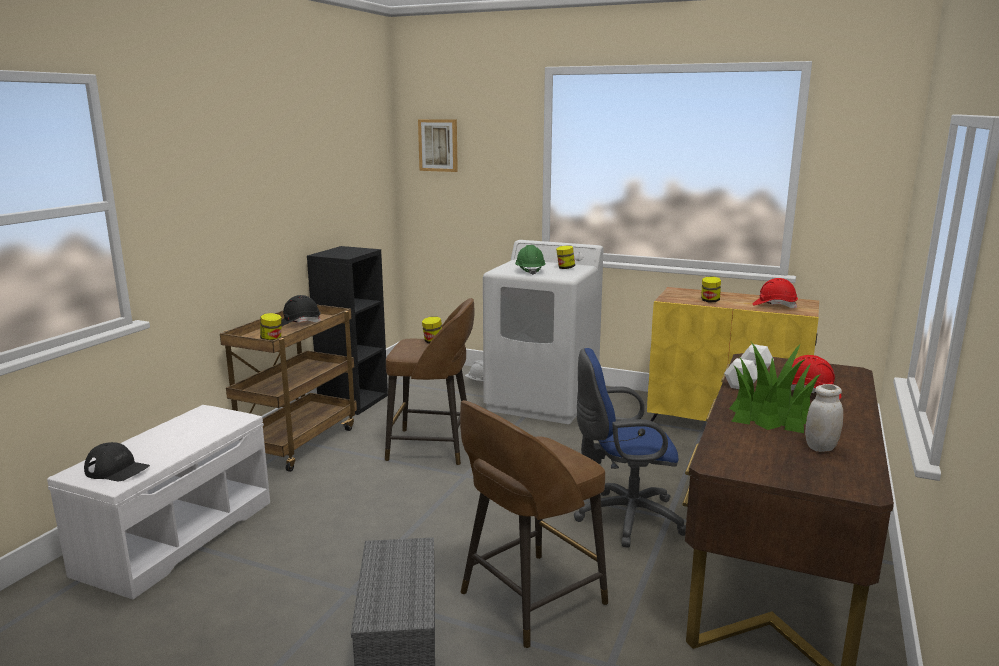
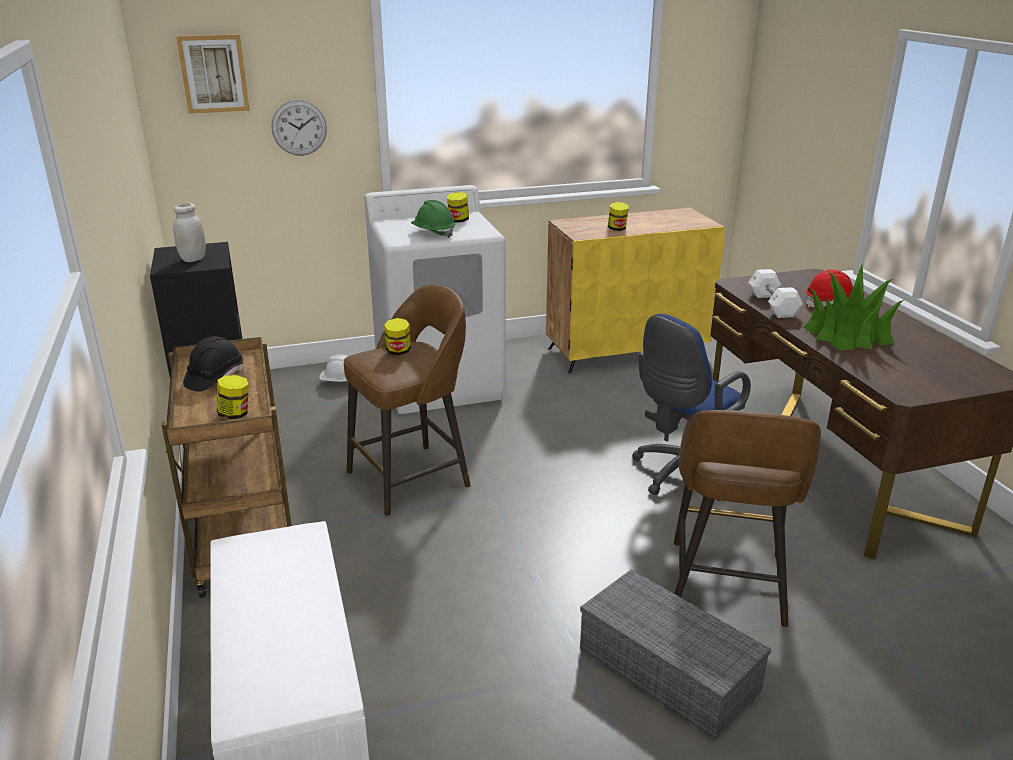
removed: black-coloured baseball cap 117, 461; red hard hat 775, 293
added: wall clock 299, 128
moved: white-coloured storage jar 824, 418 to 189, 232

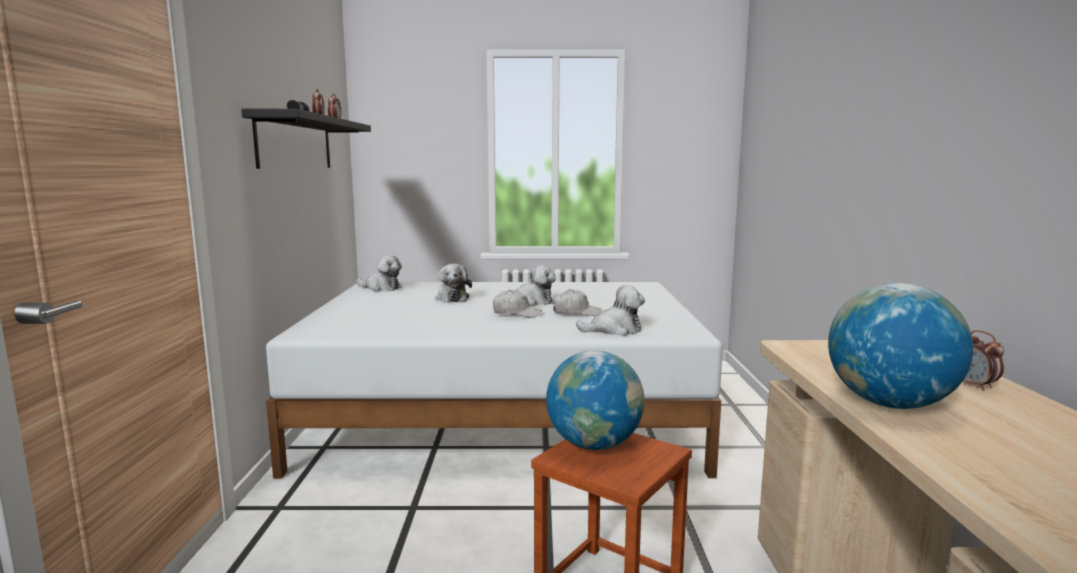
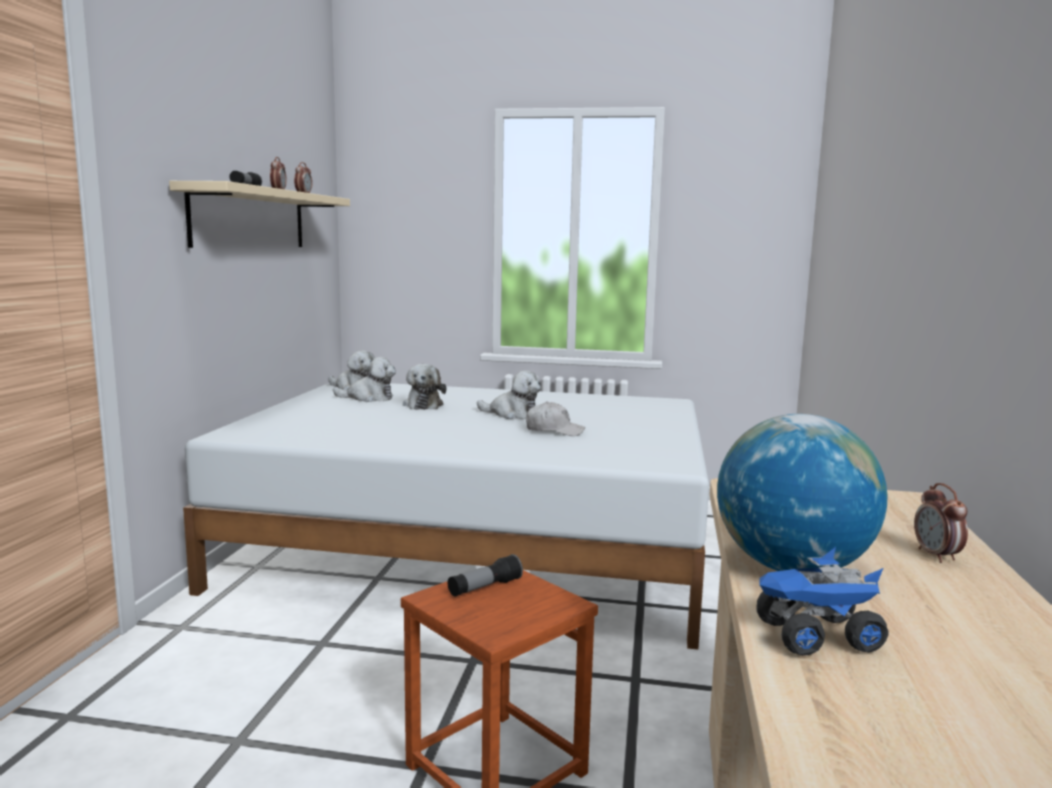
removed: white-coloured baseball cap 517, 304
added: toy lorry 822, 601
moved: plush toy 610, 310 to 364, 379
replaced: world globe 595, 400 to hand torch 485, 575
recoloured: black-coloured bracket shelf 306, 139 to beige bracket shelf 259, 214

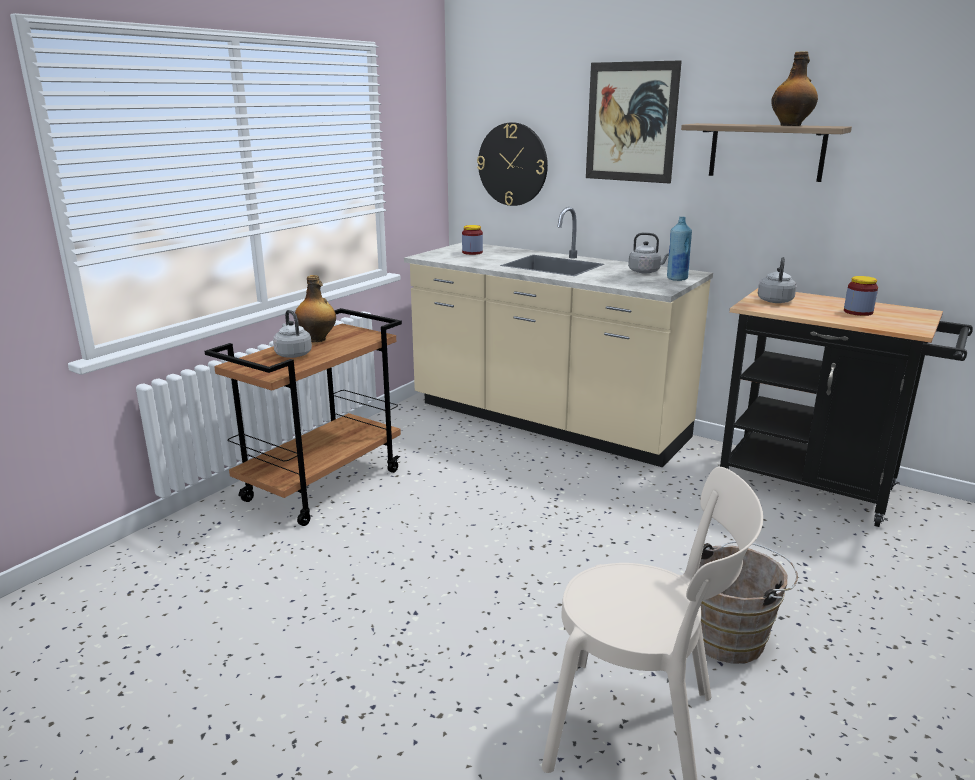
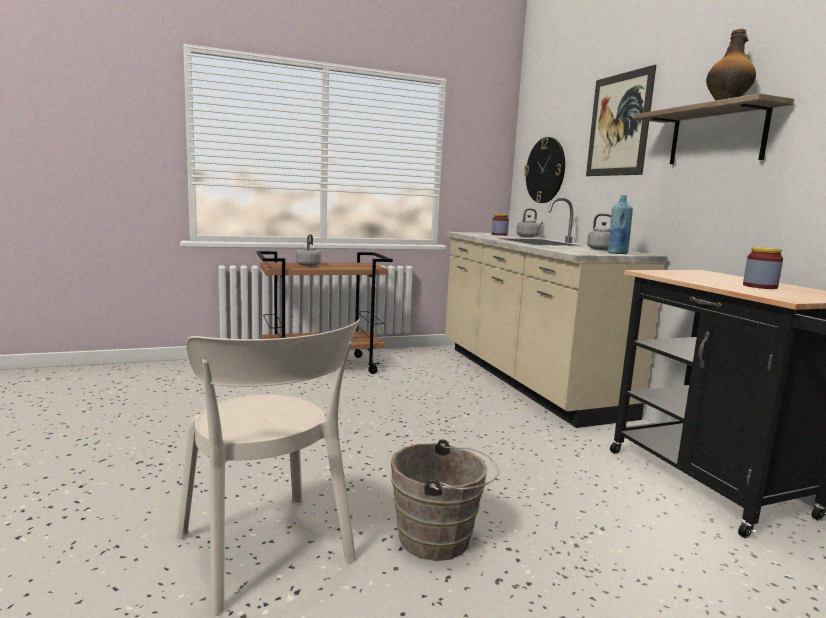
removed: drink bottle 315, 308
moved: gray water kettle 777, 280 to 529, 222

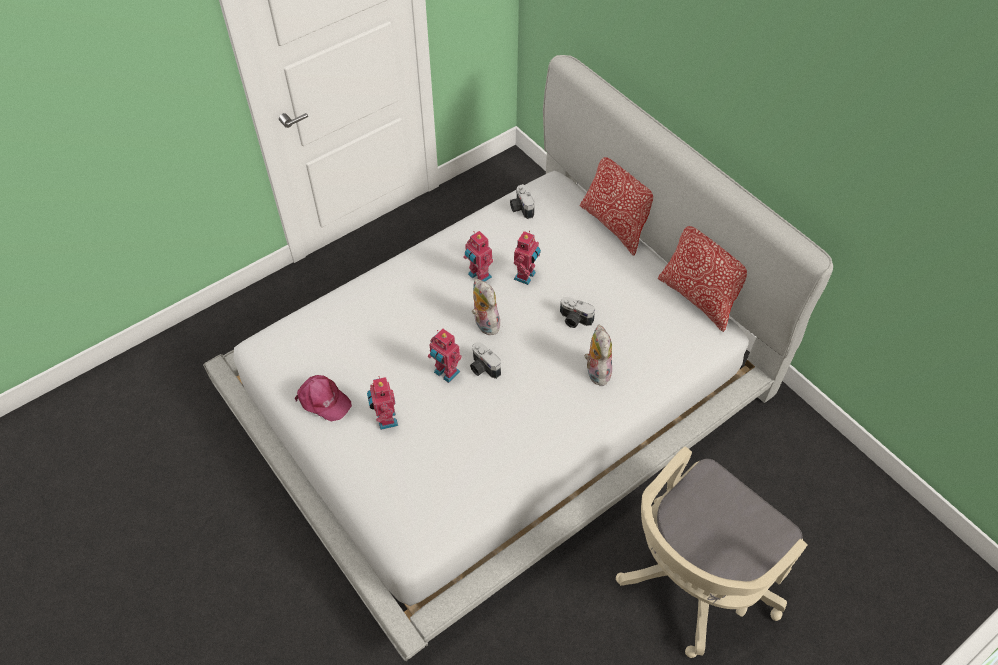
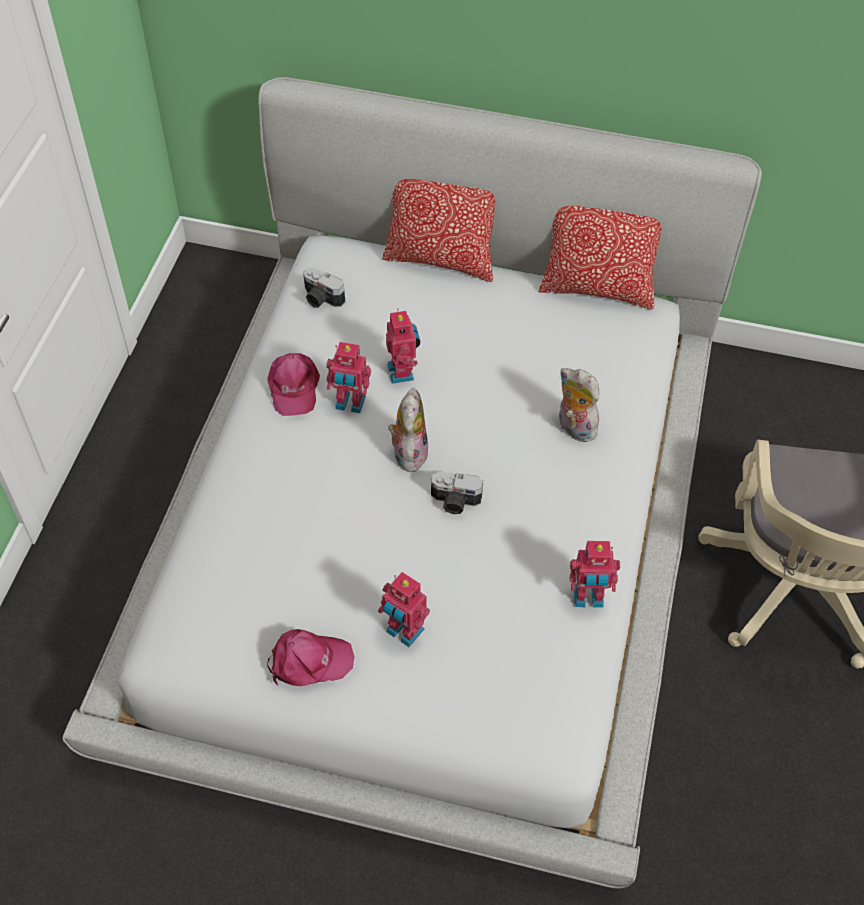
removed: photo camera 577, 312
added: pinkish baseball cap 294, 384
moved: toy robot 445, 355 to 595, 574
turned: plush toy 487, 307 = 408, 430 75 degrees clockwise

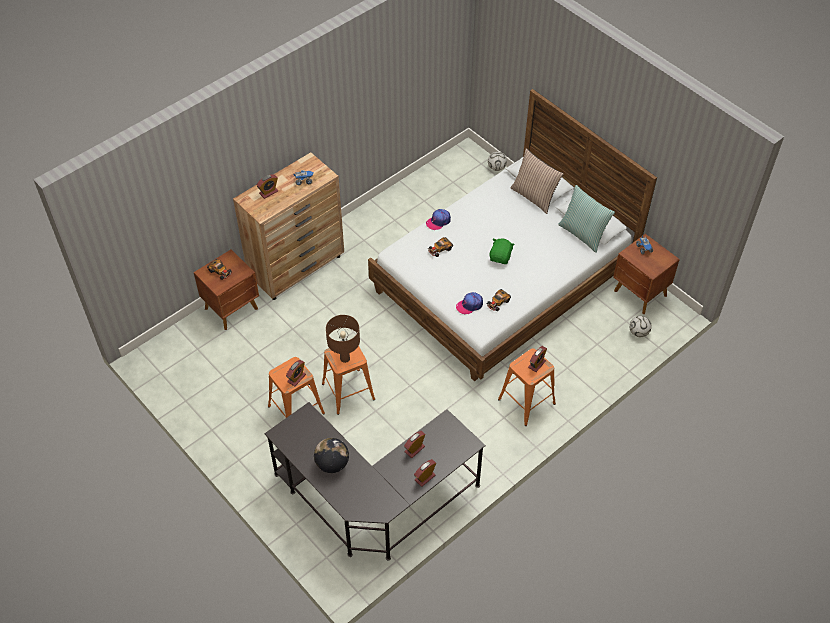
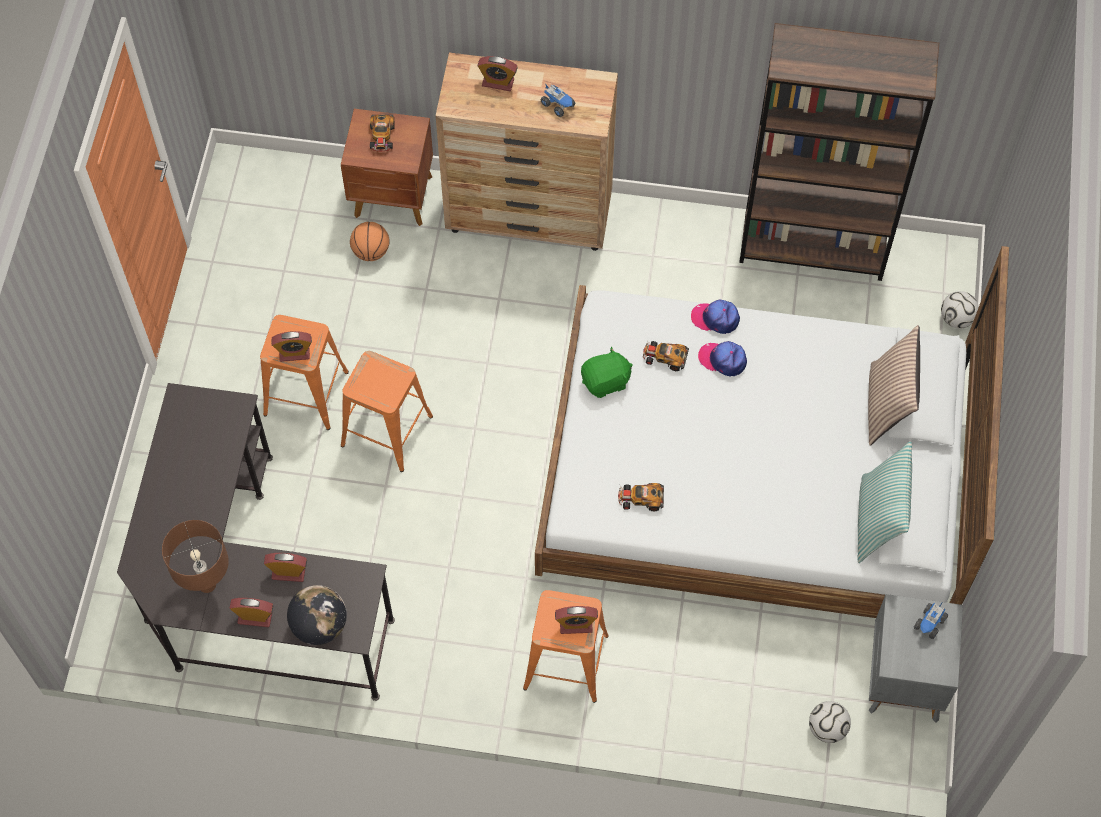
added: basketball 370, 241; brownish bookshelf 839, 152
moved: world globe 331, 455 to 317, 615; brownish lamp for a table 343, 339 to 195, 556; baseball cap 469, 303 to 722, 358; green-coloured plush toy 502, 251 to 607, 372
recoloured: brownish bedside table 646, 274 to gray bedside table 916, 658

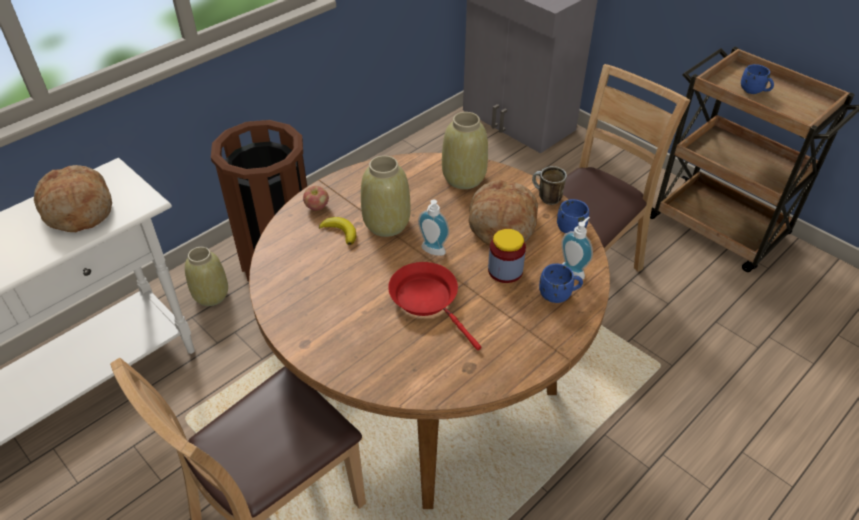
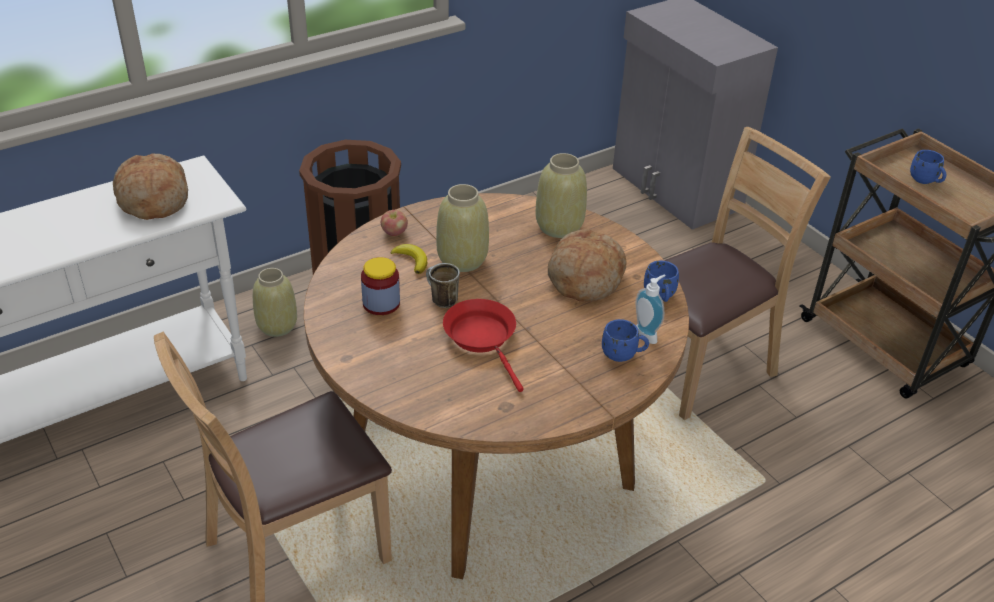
removed: soap dispenser 433, 227
moved: storage jar 507, 256 to 380, 286; mug 549, 185 to 443, 285

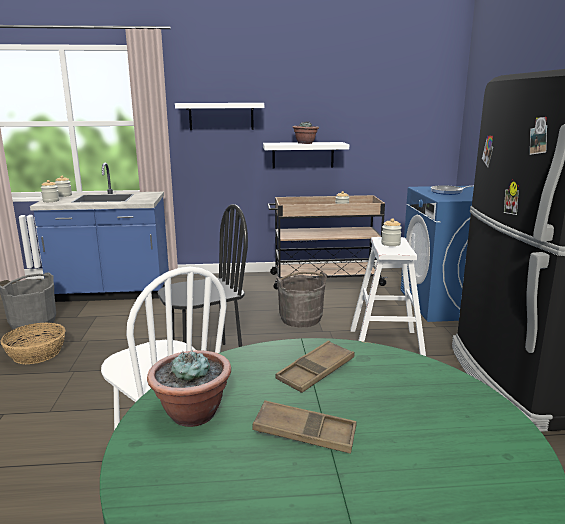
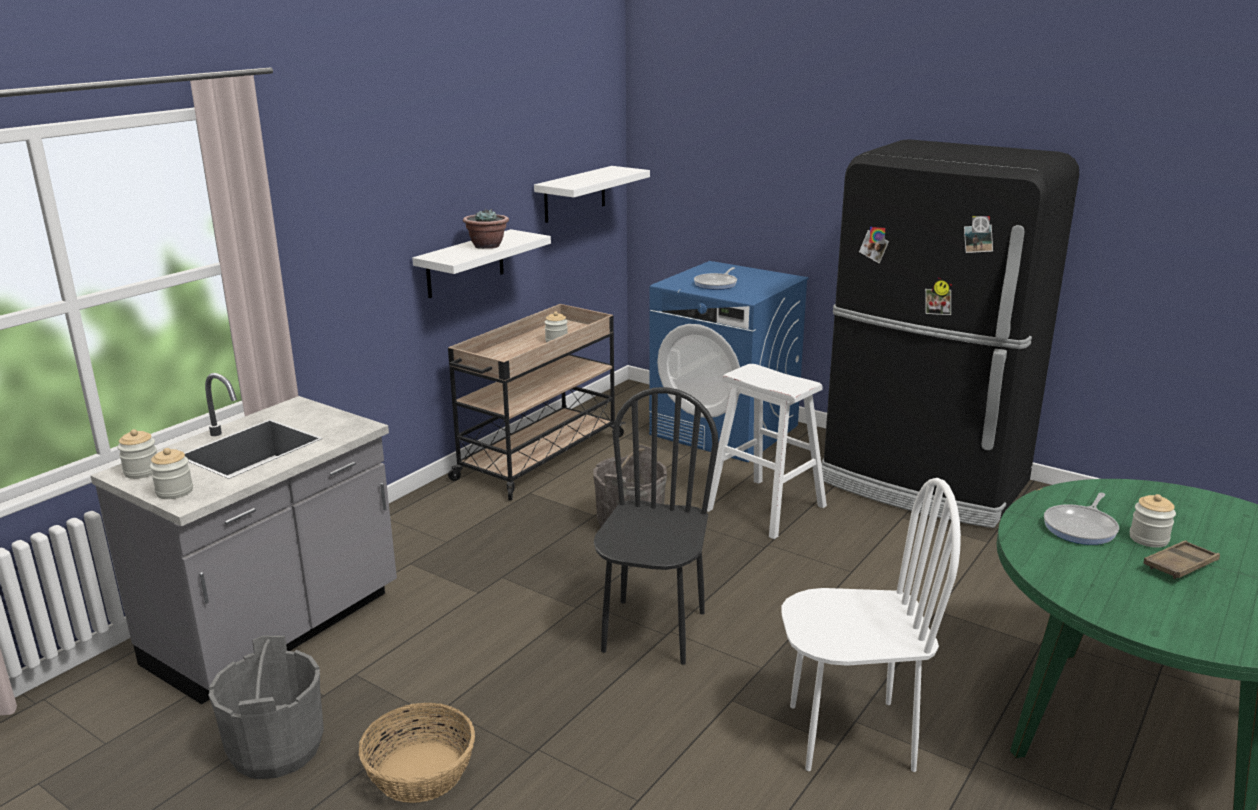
removed: potted plant 189, 388
moved: white-coloured bracket shelf 219, 116 to 592, 194; storage jar 391, 232 to 1153, 521
replaced: brownish tray 314, 366 to skillet 1081, 519
recoloured: blue-coloured kitchen counter 99, 232 to gray kitchen counter 243, 538

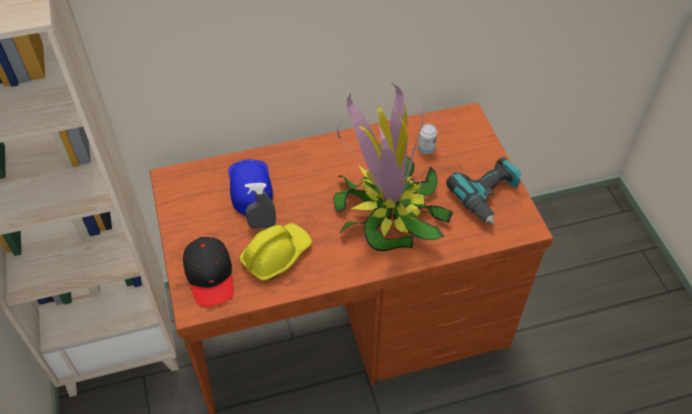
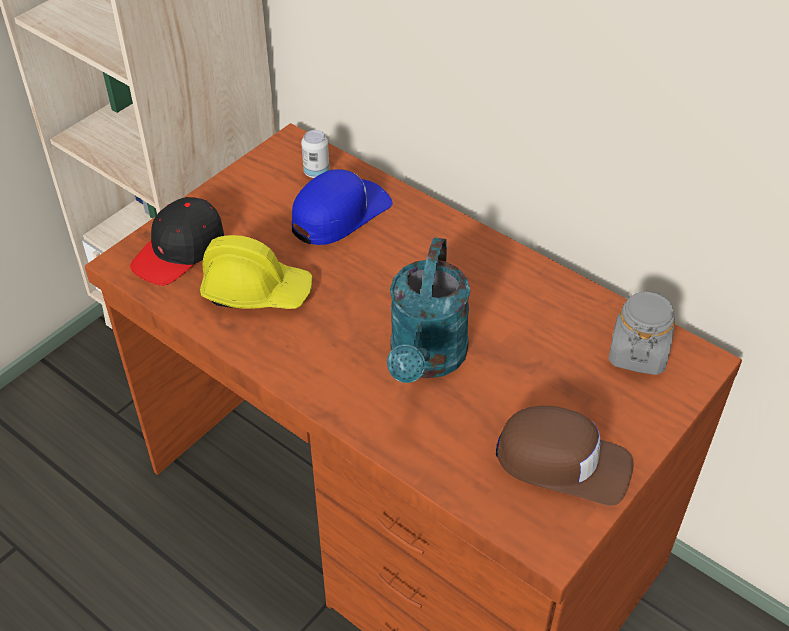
removed: gray spray bottle 260, 206
added: gray storage jar 641, 332
moved: sealed can 427, 139 to 315, 154
replaced: potted plant 393, 167 to blue-green watering can 429, 310; power drill 483, 191 to brownish baseball cap 564, 456

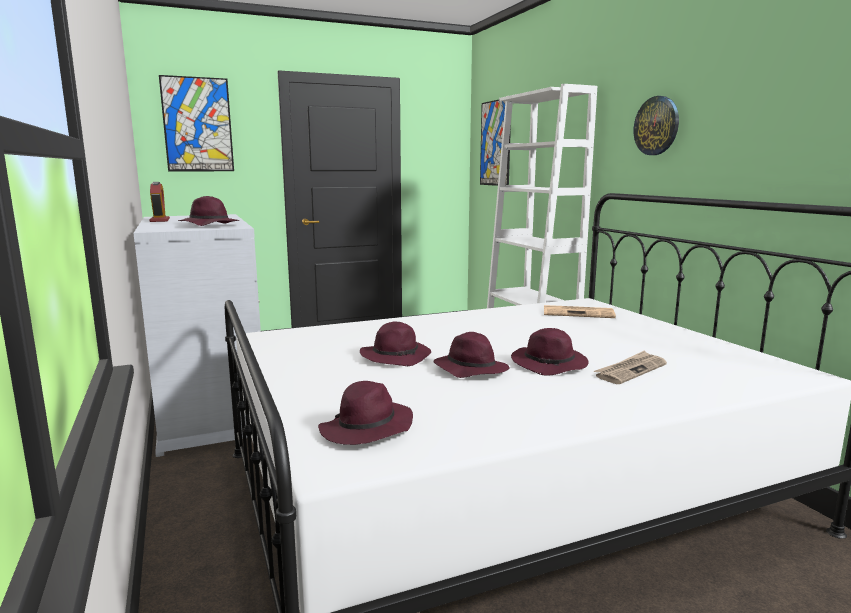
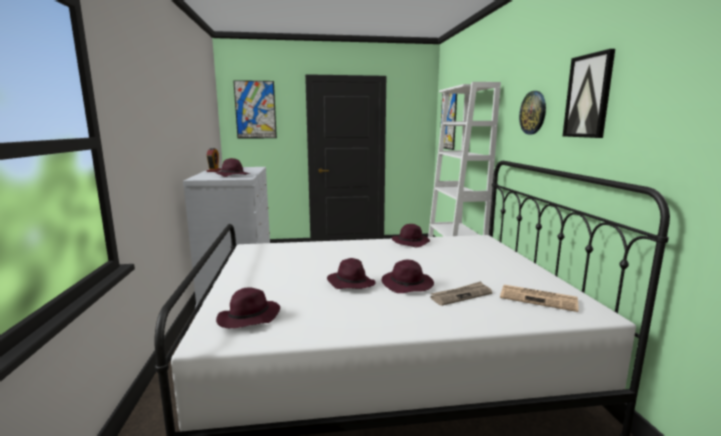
added: picture 589, 93
moved: purplish hat 395, 344 to 411, 235; daily paper 580, 311 to 539, 298

